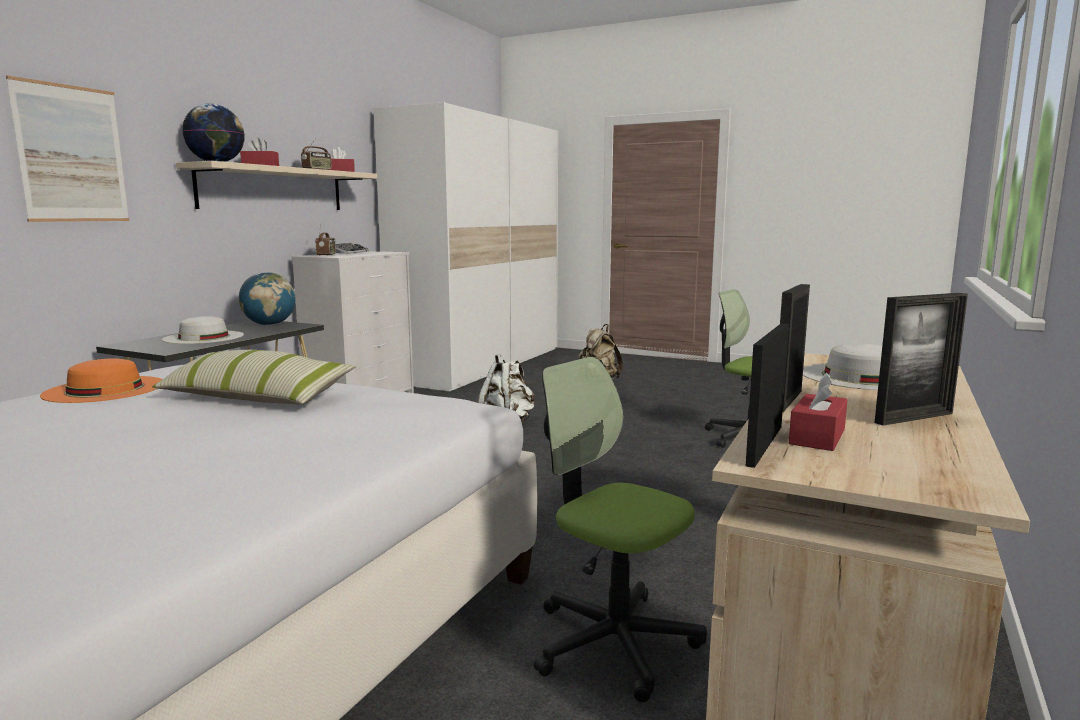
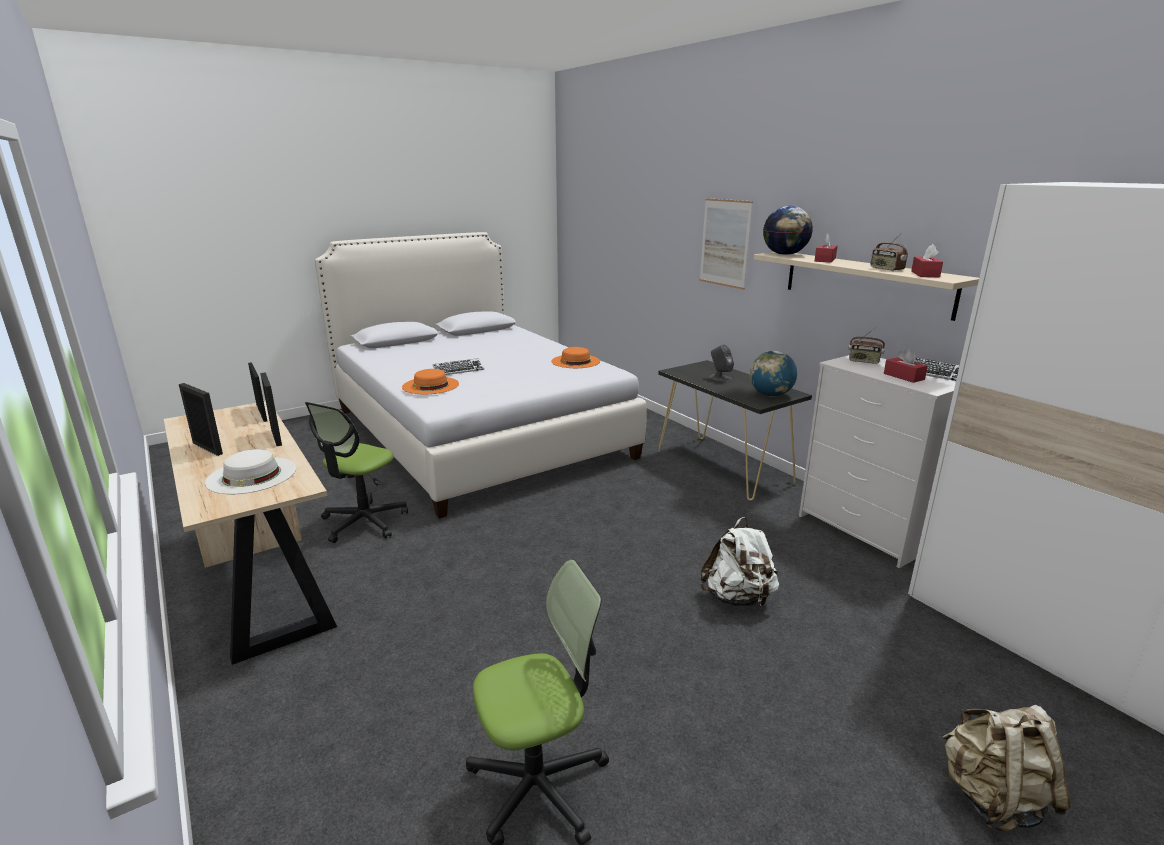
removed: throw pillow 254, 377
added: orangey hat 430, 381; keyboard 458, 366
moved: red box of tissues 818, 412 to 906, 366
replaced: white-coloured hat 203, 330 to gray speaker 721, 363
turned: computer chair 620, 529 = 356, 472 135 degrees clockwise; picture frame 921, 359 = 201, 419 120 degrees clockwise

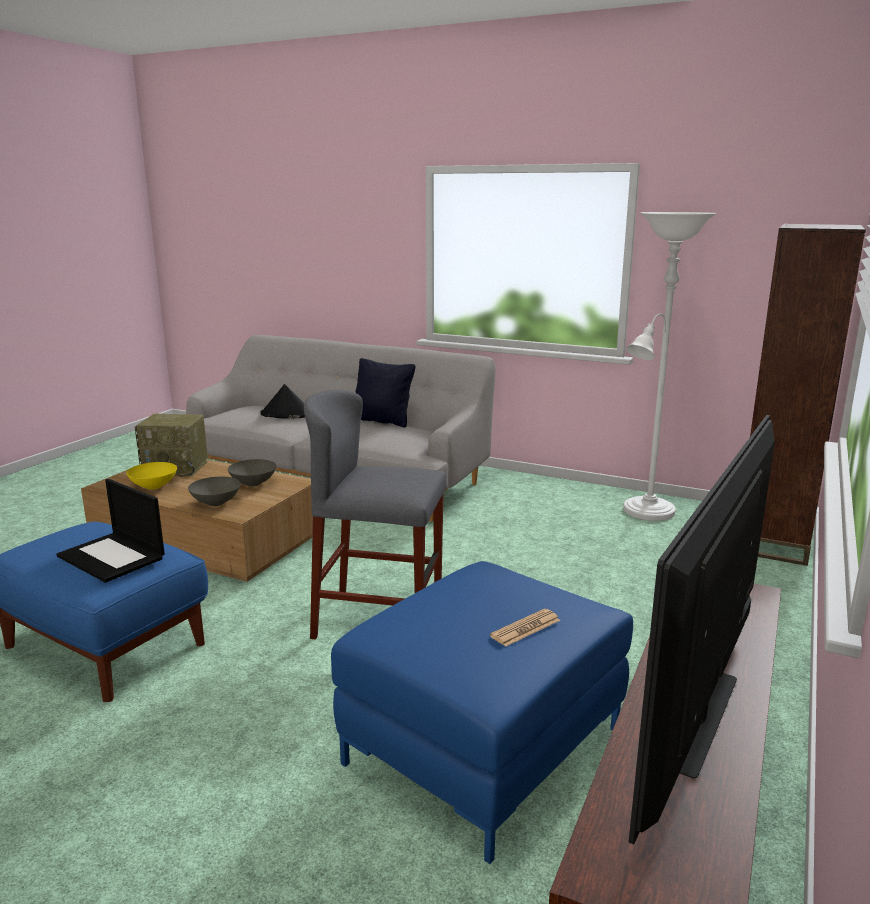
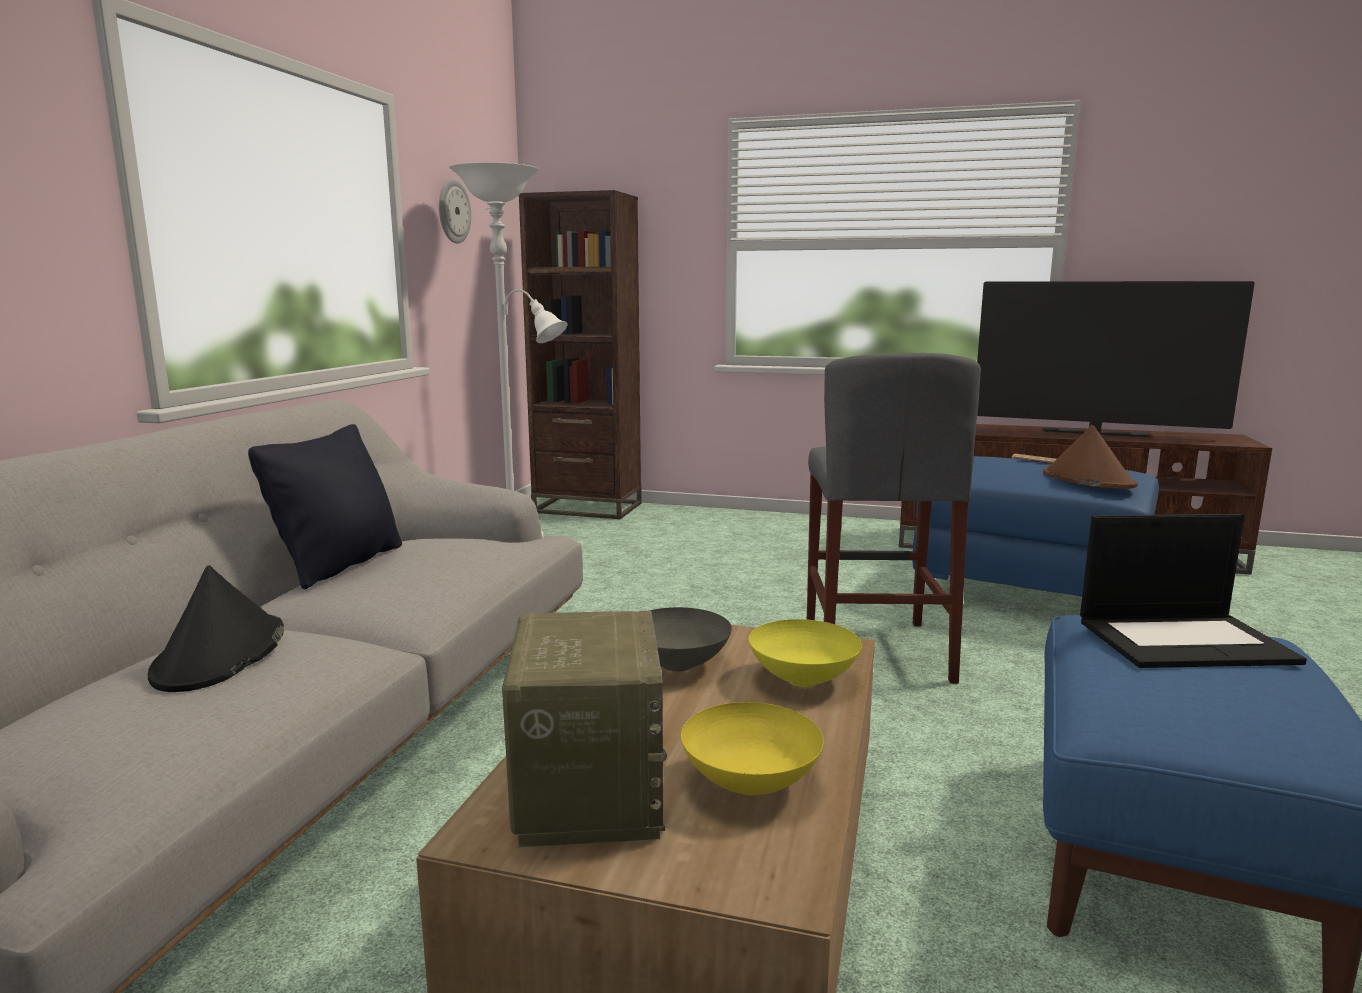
added: wall clock 455, 211; brownish hat 1090, 457
recoloured: gray deep dish 214, 491 to yellow-coloured deep dish 805, 653
turned: portable computer 110, 531 = 1193, 591 60 degrees clockwise

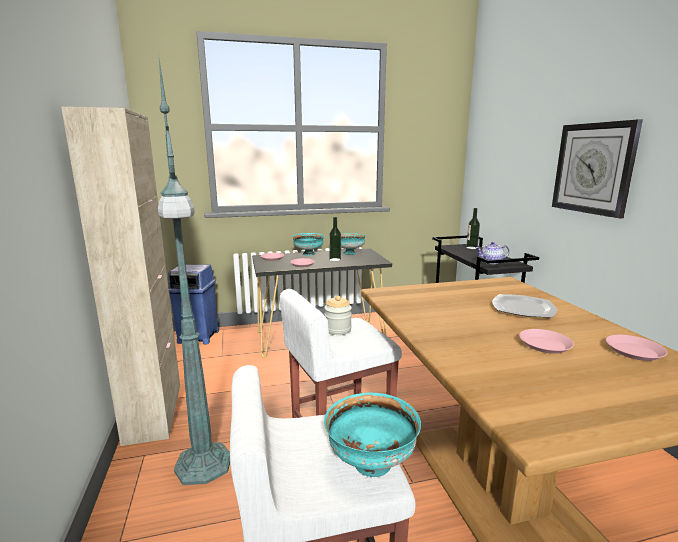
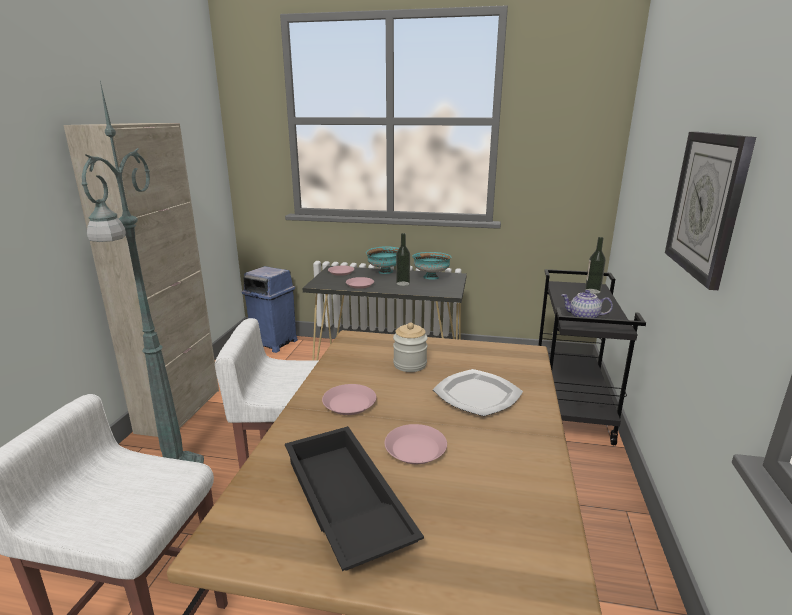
removed: blue-green deep dish 372, 435
added: black-coloured tray 354, 498
moved: storage jar 338, 315 to 410, 347; pinkish flat dish 637, 348 to 349, 399

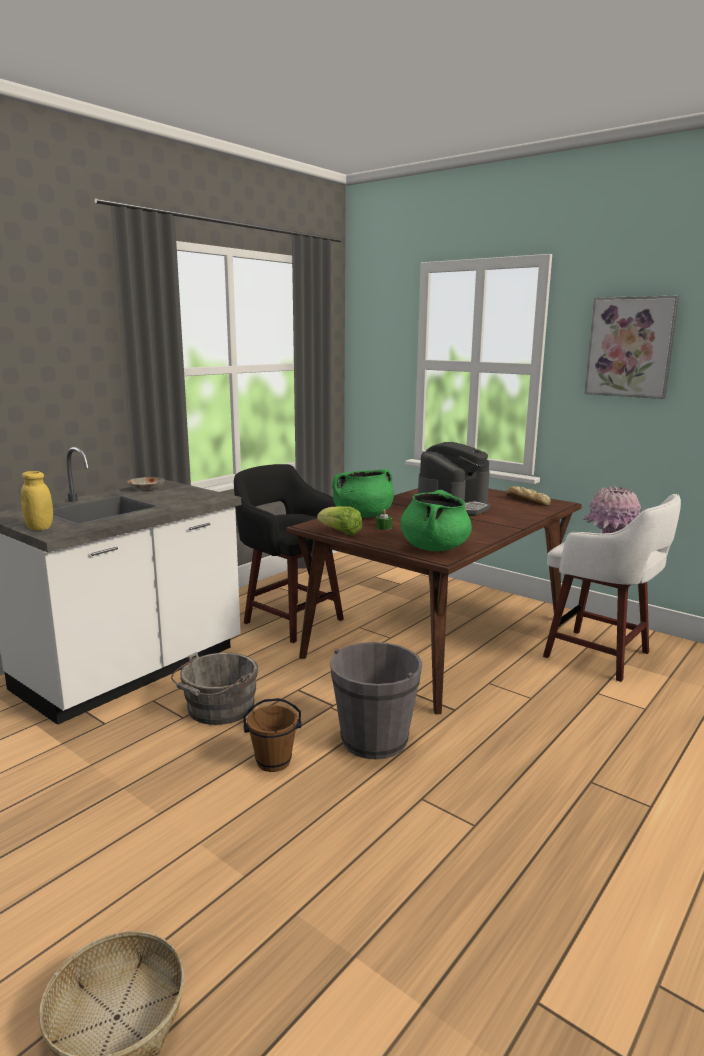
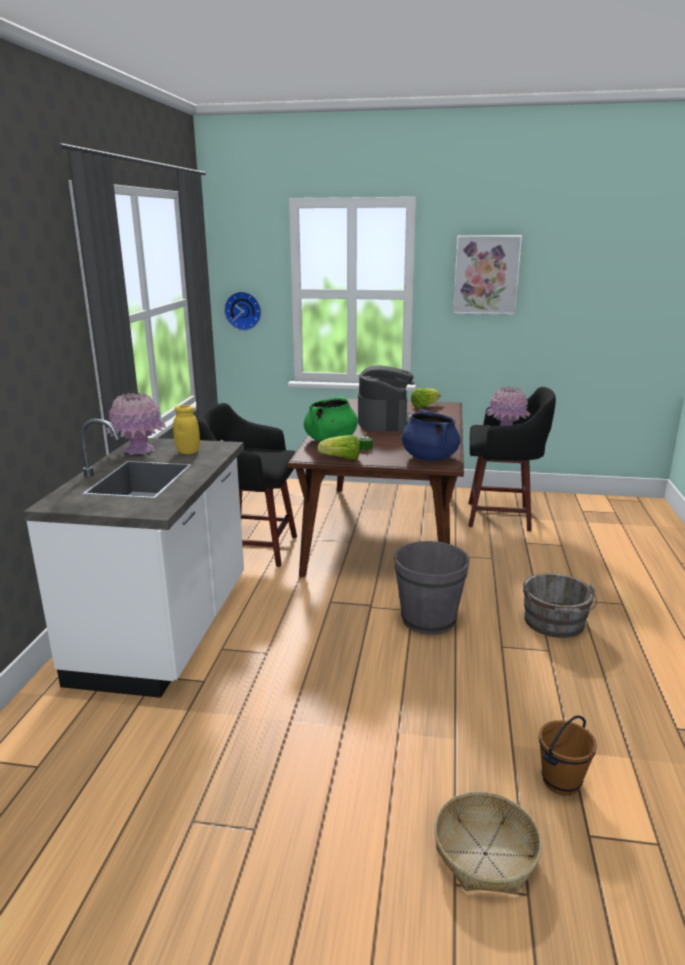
added: wall clock 242, 311
moved: yellow-coloured storage jar 37, 500 to 186, 429; gray pail 214, 688 to 560, 605; brownish pail 272, 735 to 568, 755
replaced: flat dish 146, 484 to pinkish decorative vase 136, 423; bread 528, 496 to lettuce 425, 398
recoloured: green-coloured stockpot 436, 520 to blue-coloured stockpot 431, 435; white-coloured stool seat 612, 588 to black-coloured stool seat 512, 459

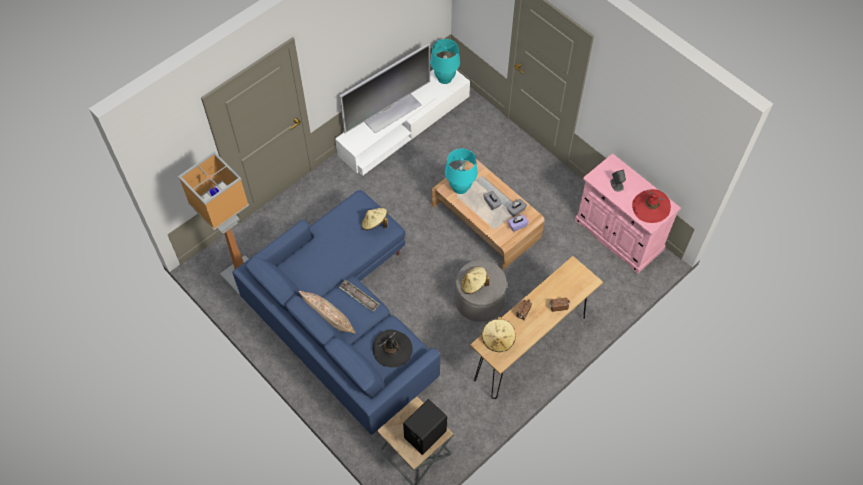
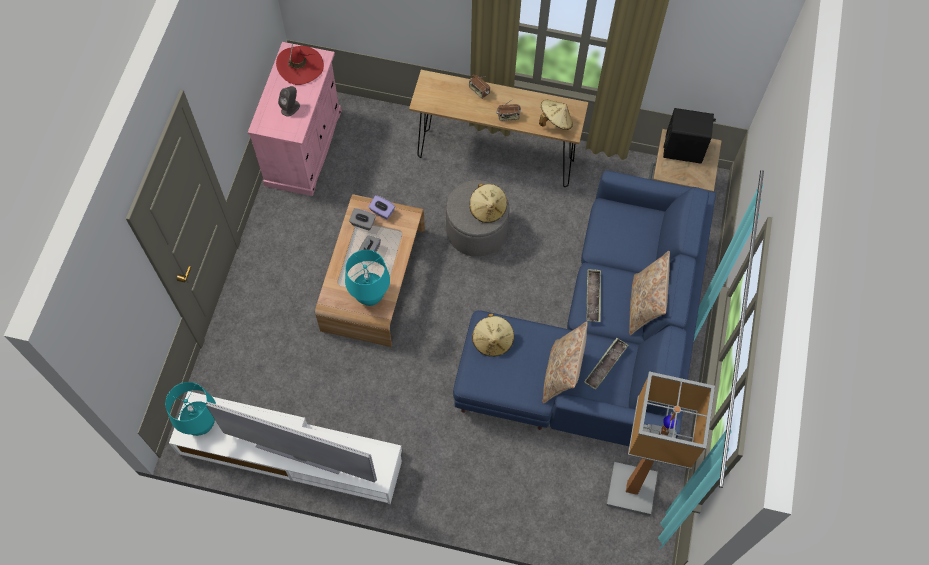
removed: black-coloured hat 393, 348
added: beige throw pillow 565, 362; tray 606, 364

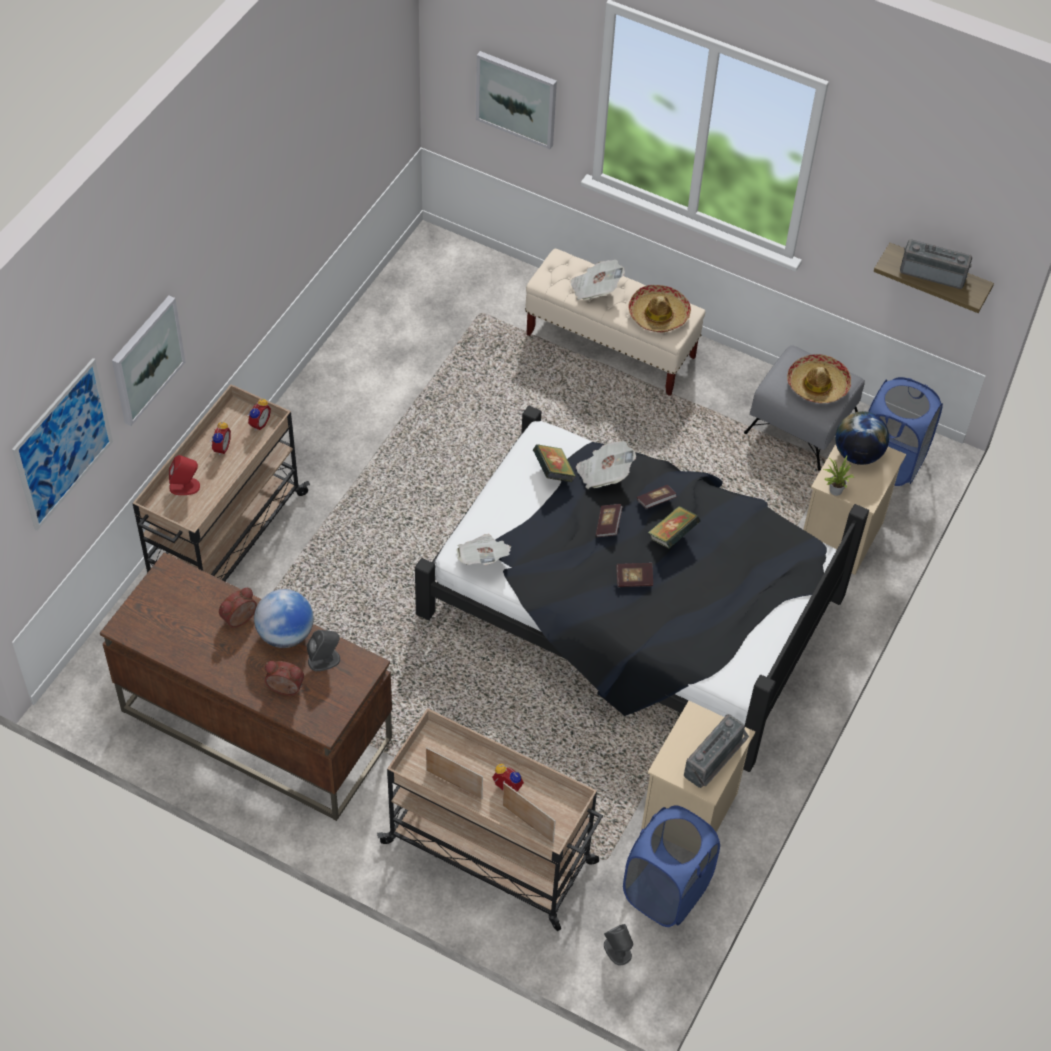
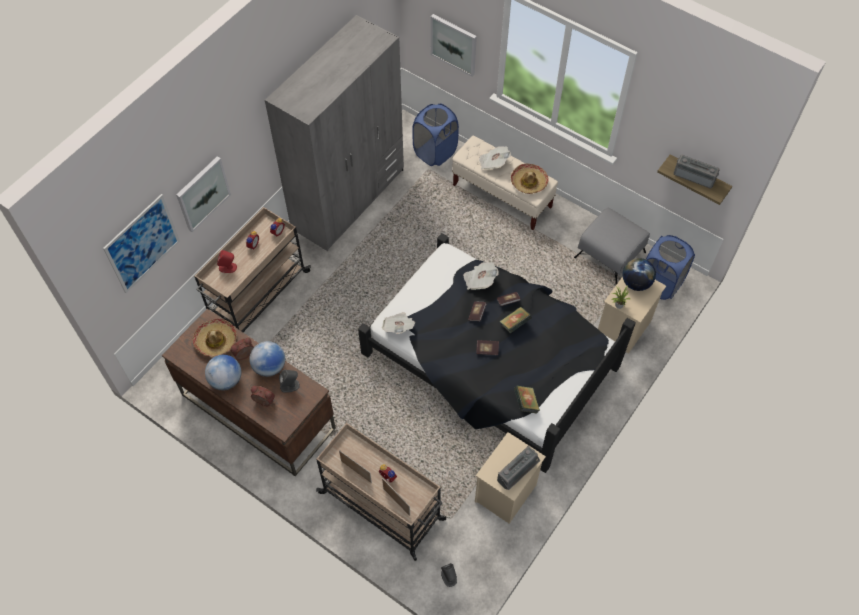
added: world globe 223, 372; gray armoire 334, 133
moved: volume 554, 463 to 527, 399; blue-coloured washing basket 671, 866 to 435, 135; hat 819, 378 to 214, 338

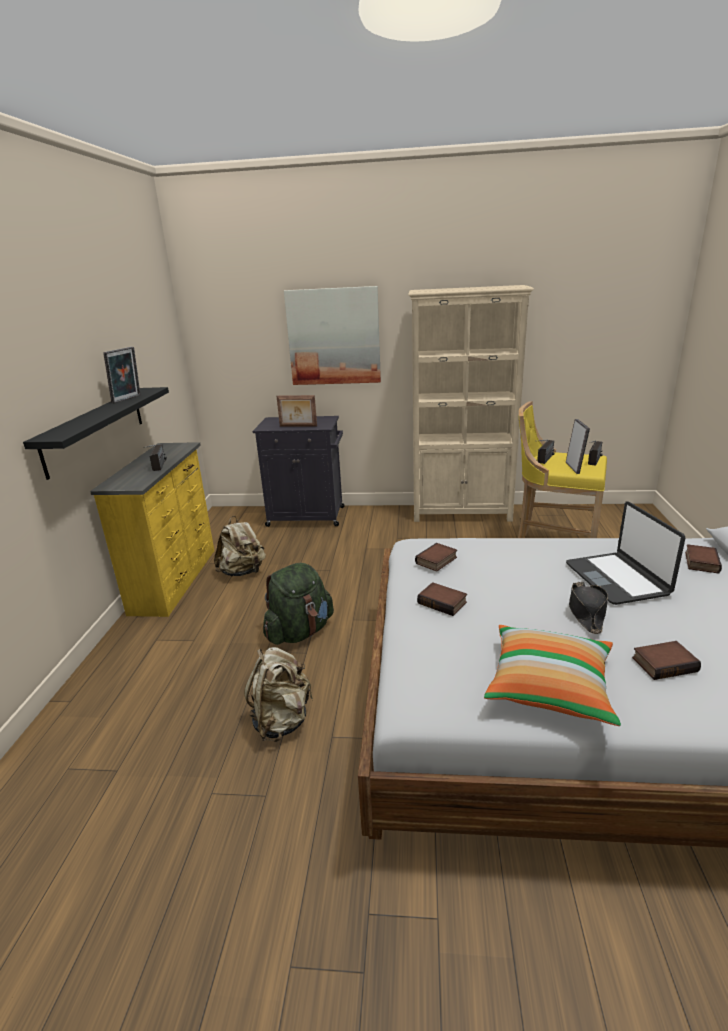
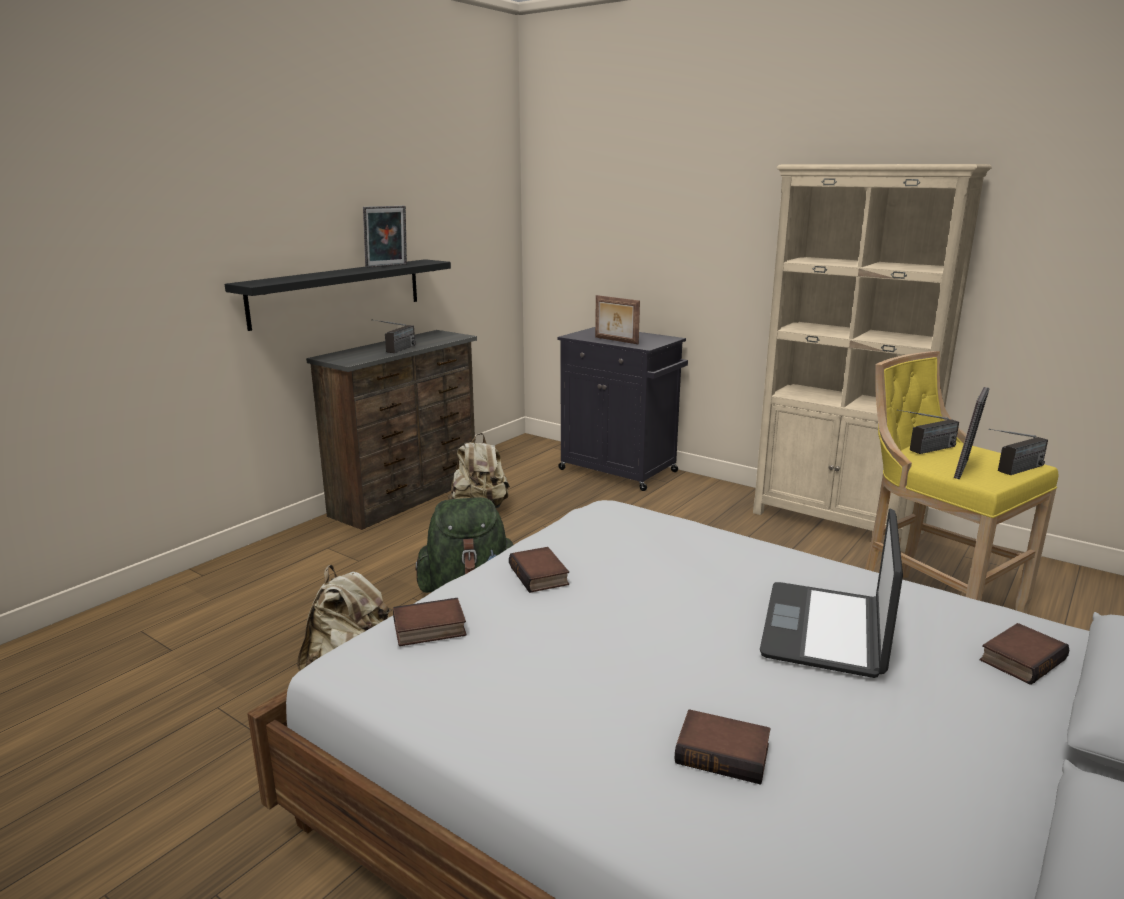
removed: picture 332, 335; throw pillow 552, 675; black-coloured hat 588, 608
moved: volume 436, 557 to 429, 622
recoloured: yellow-coloured chest of drawers 152, 529 to brownish chest of drawers 391, 430

